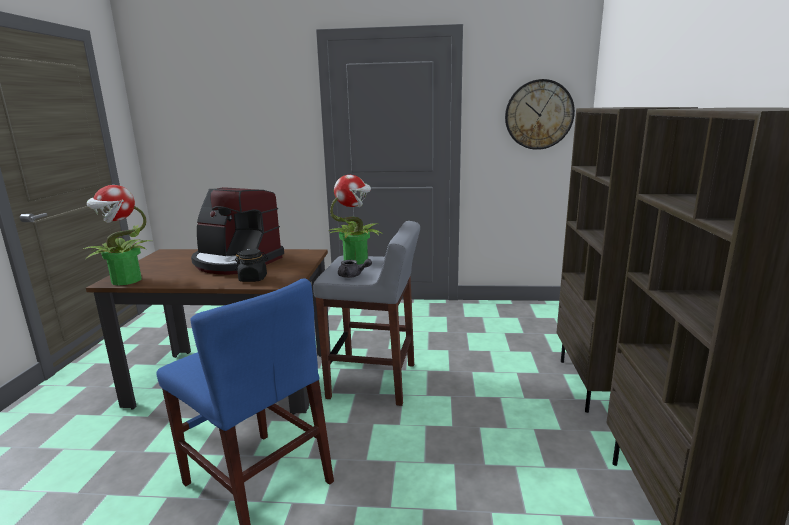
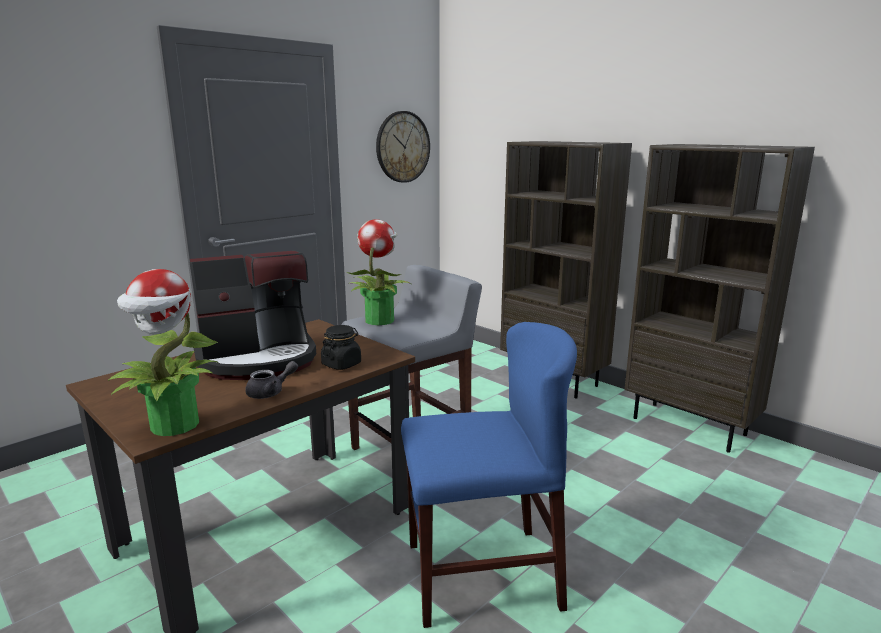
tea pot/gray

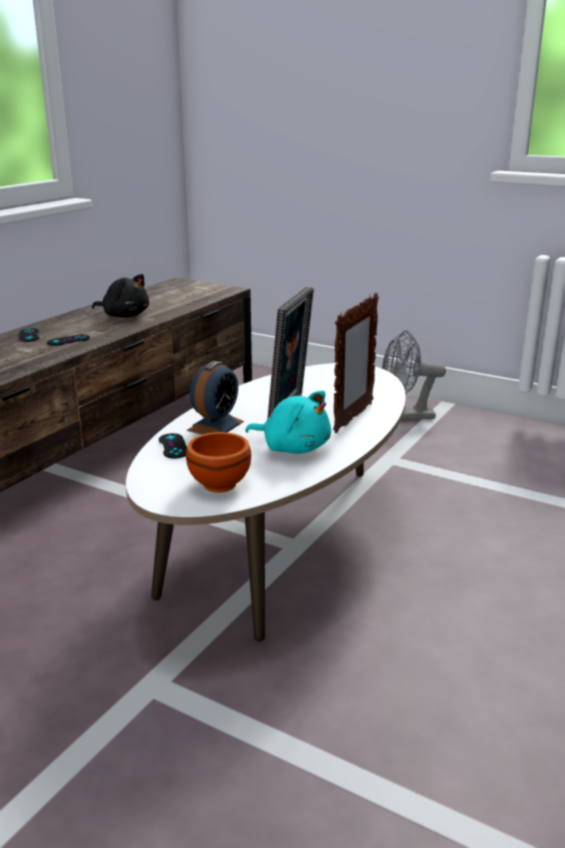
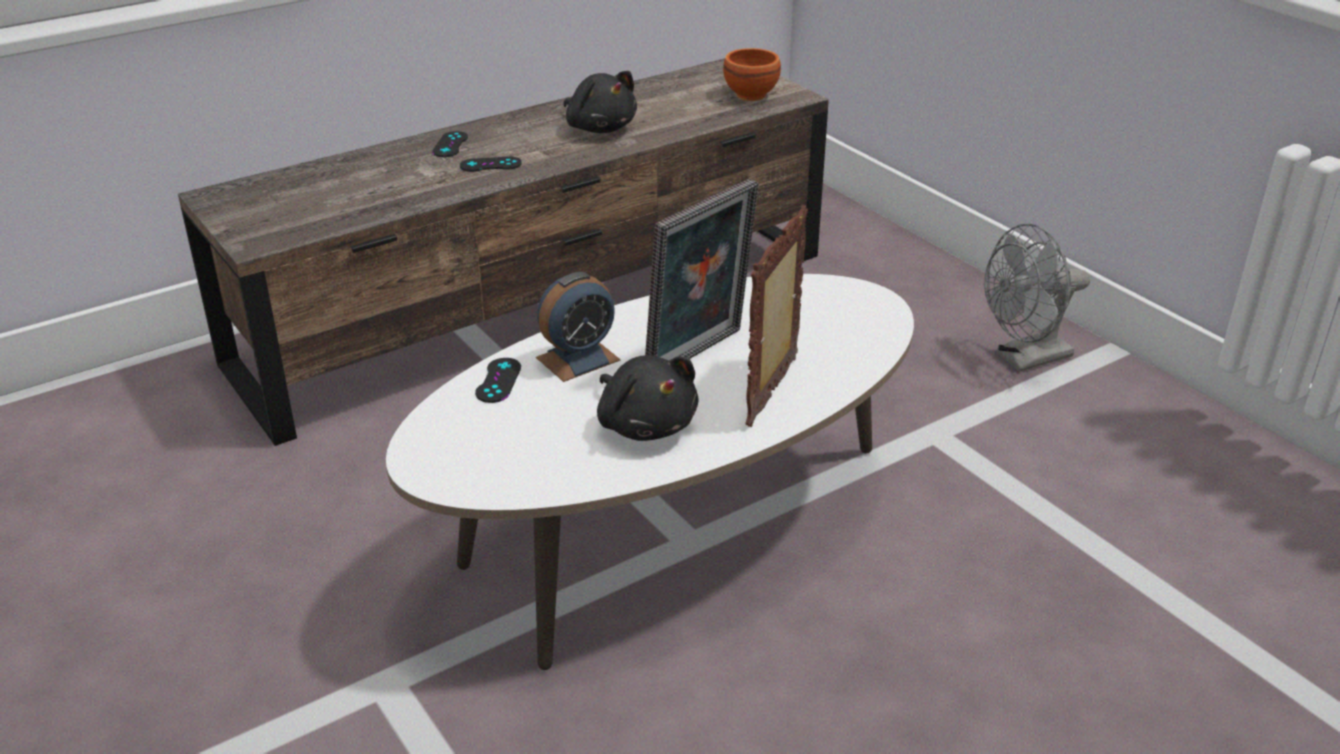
photo frame (no. 2 from left)
fan/gray
plush toy/black-coloured (no. 2 from left)
deep dish/brown-coloured

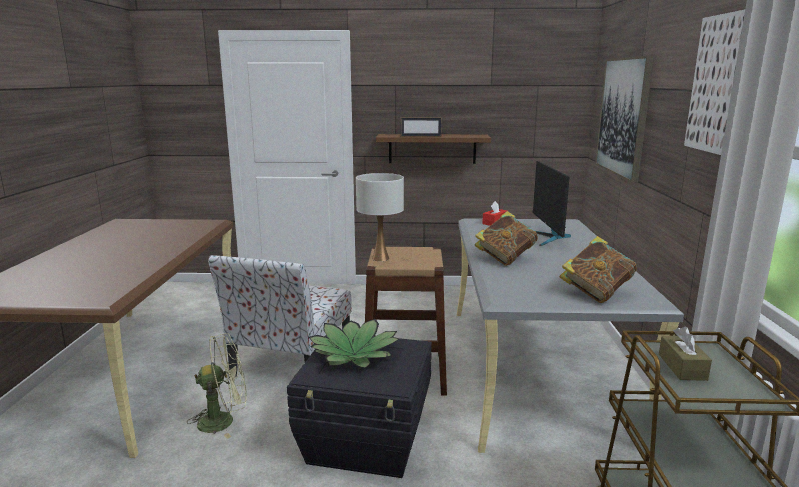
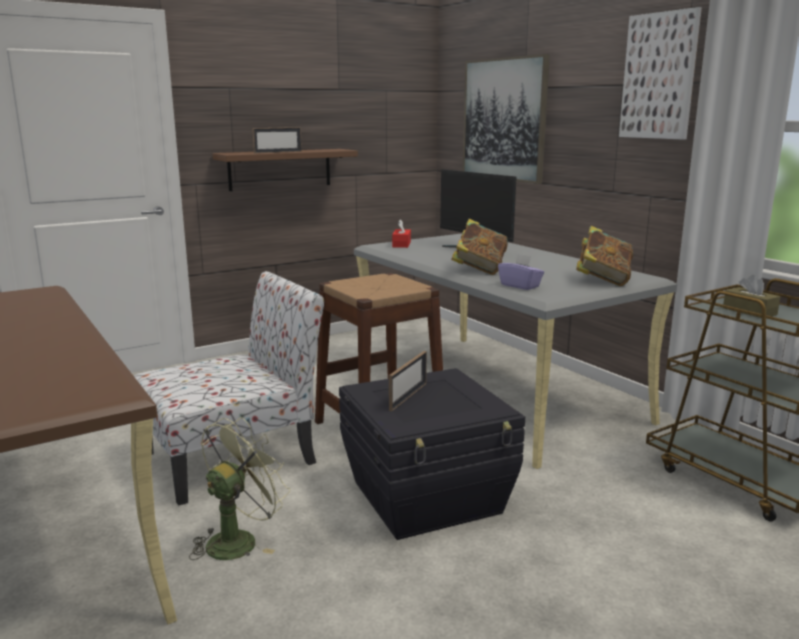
lamp for a table/whitish
chair
photo frame (no. 2 from left)
tissue holder/purple-coloured

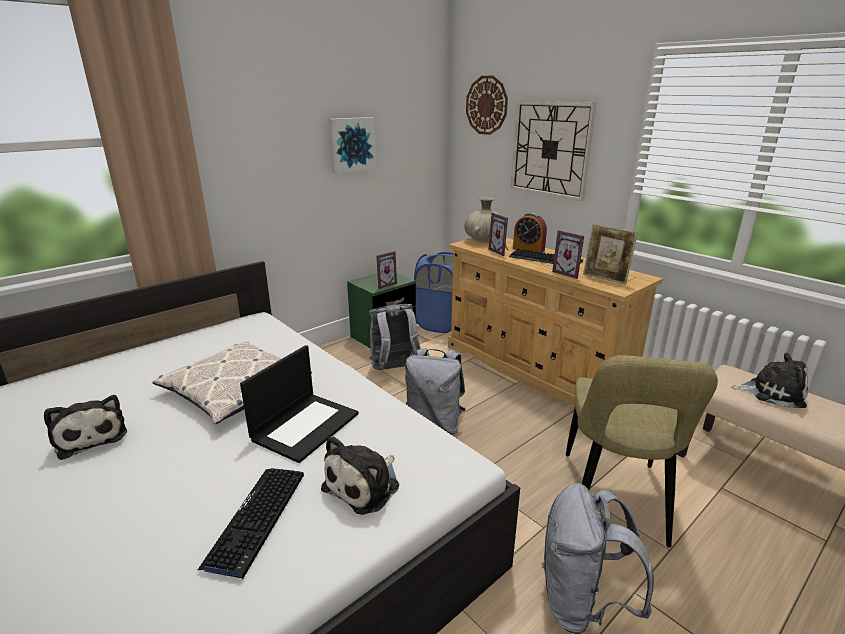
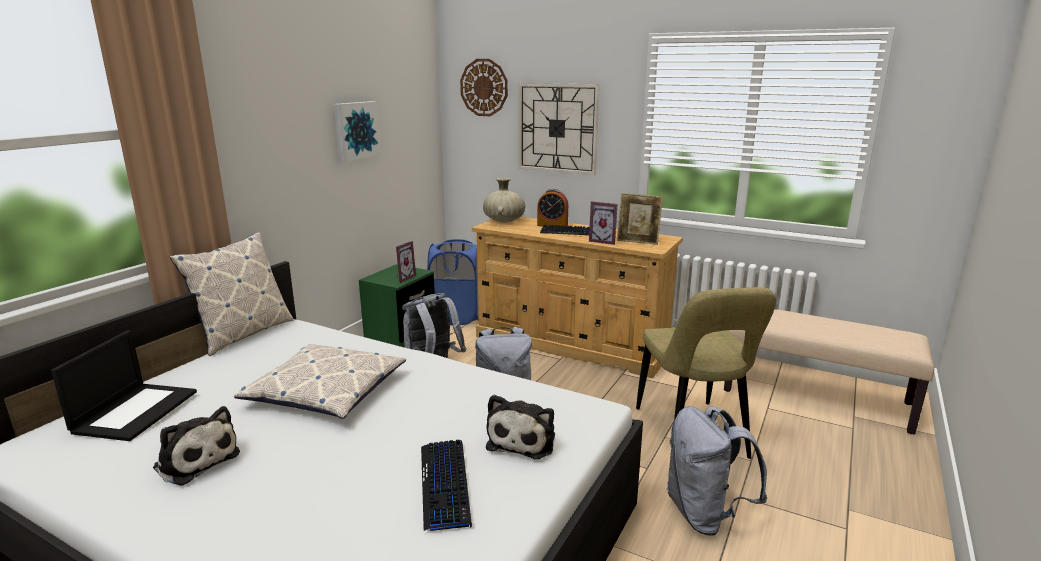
photo frame (no. 2 from left in the first image)
laptop
plush toy (no. 3 from left in the first image)
throw pillow (no. 1 from left)

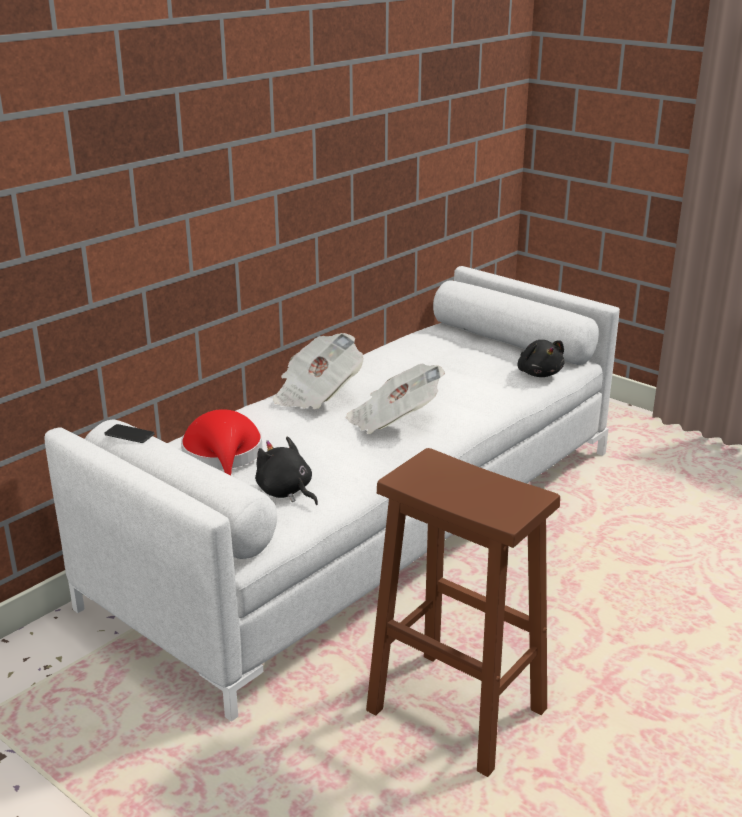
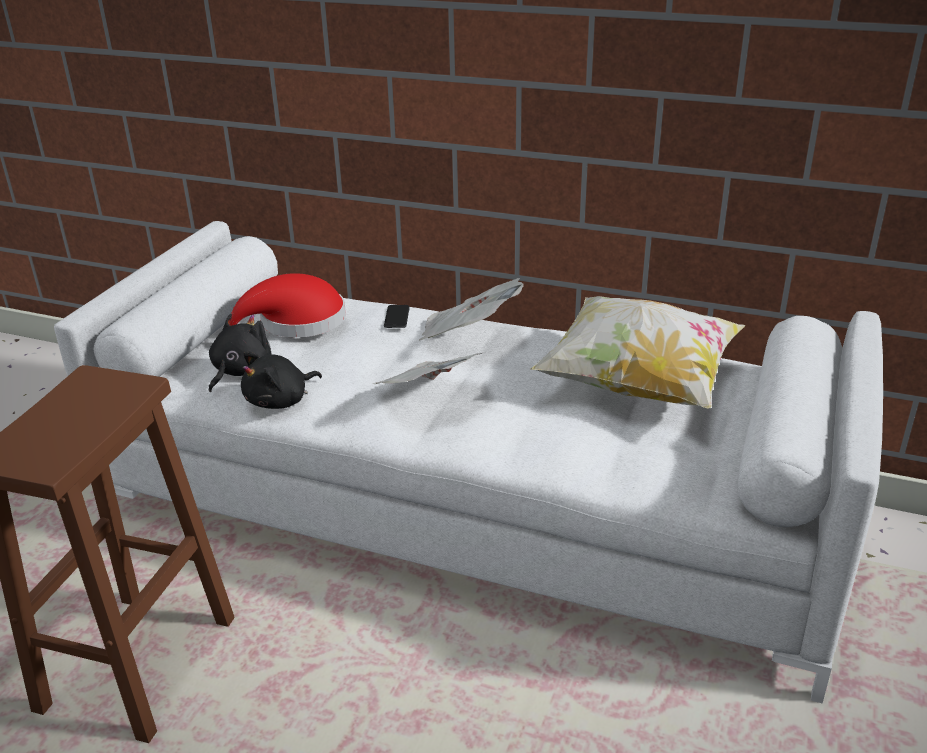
plush toy/black-coloured (no. 2 from left)
phone
throw pillow

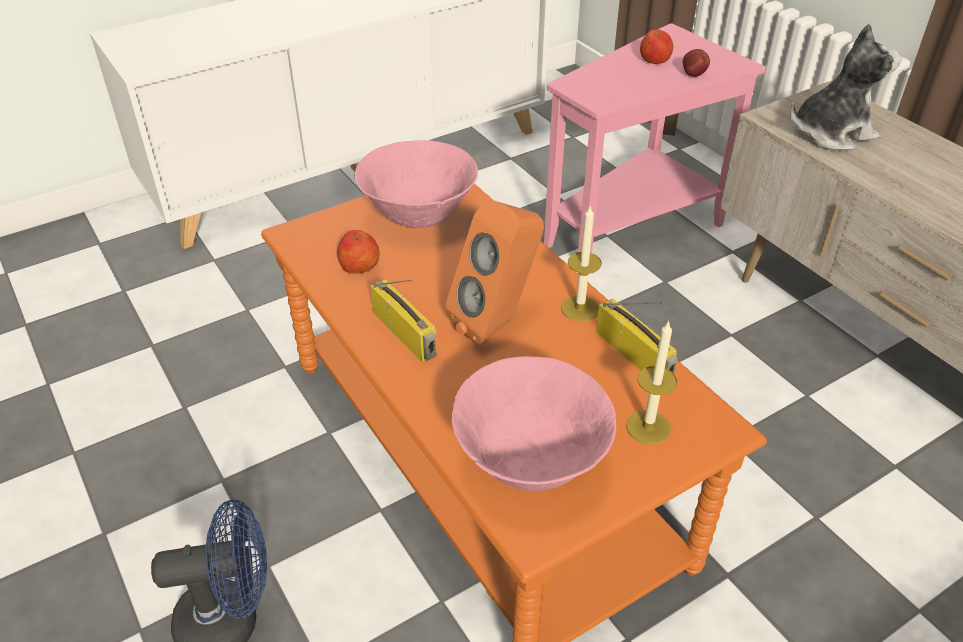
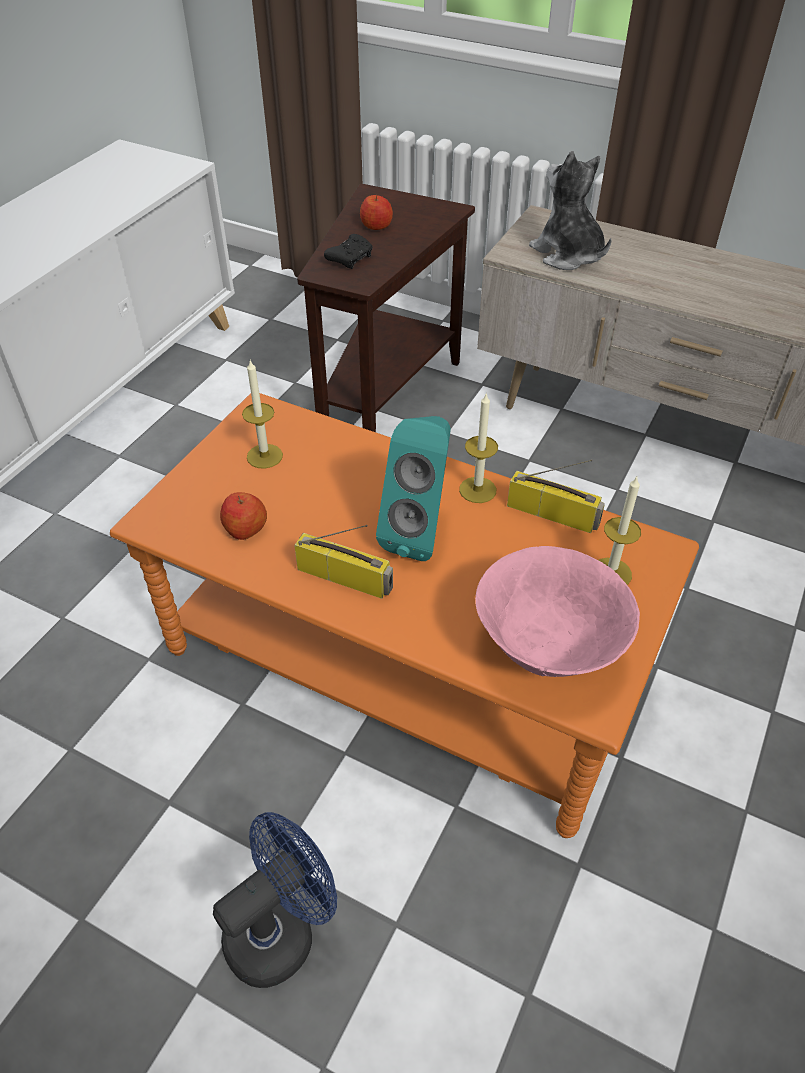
end table/brown-coloured
plush toy
apple (no. 3 from left in the first image)
wax light (no. 1 from left)
loudspeaker/blue-green
game controller/black-coloured

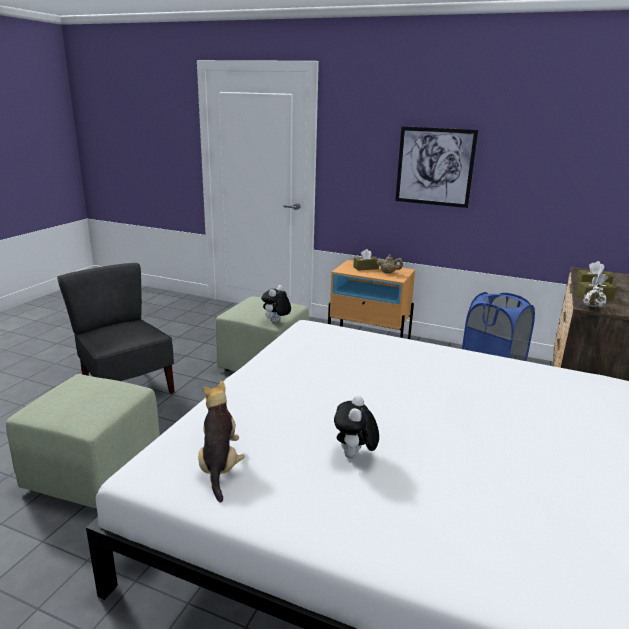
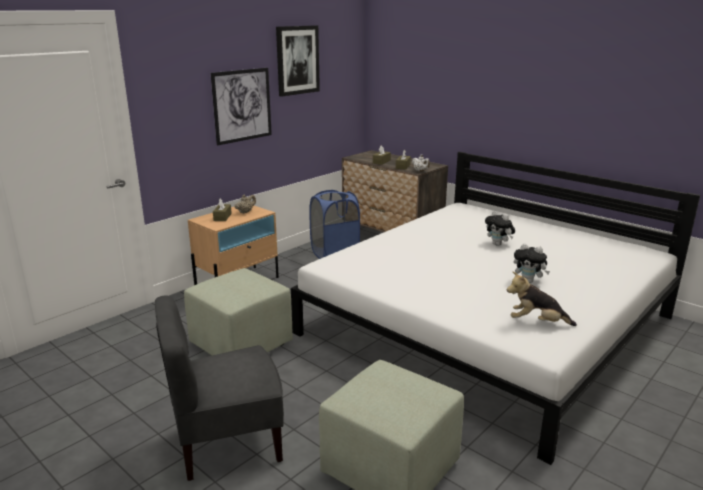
plush toy (no. 1 from left)
wall picture (no. 2 from left)

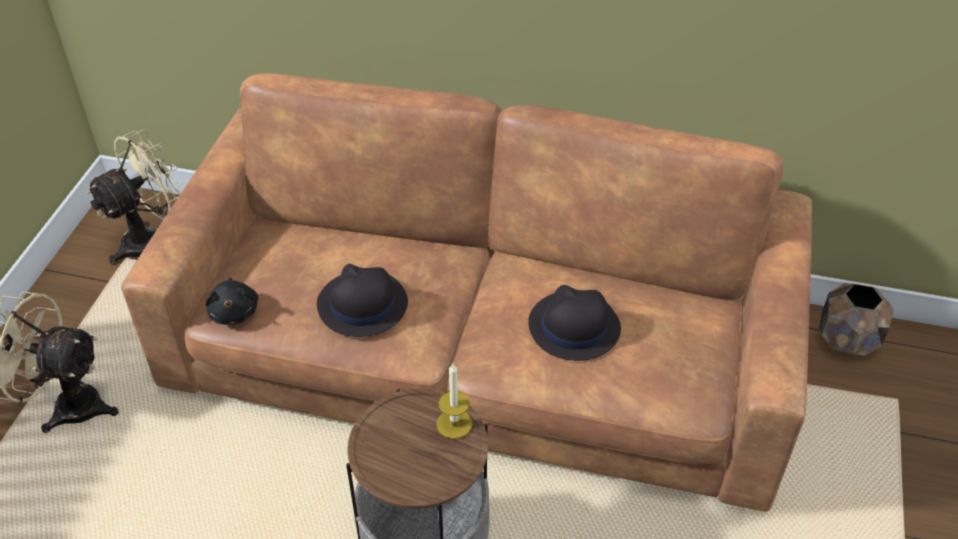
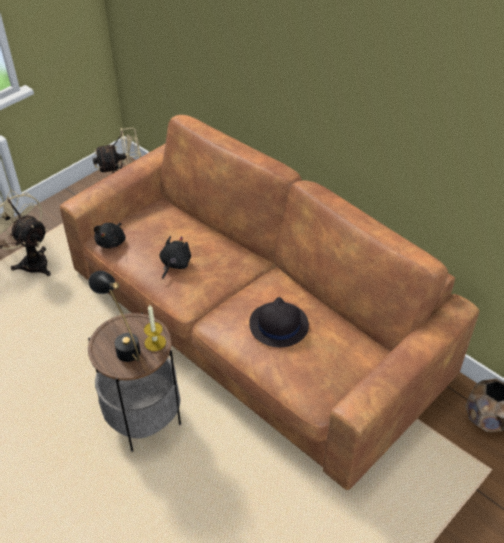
plush toy/black-coloured (no. 2 from left)
lamp for a table/black-coloured

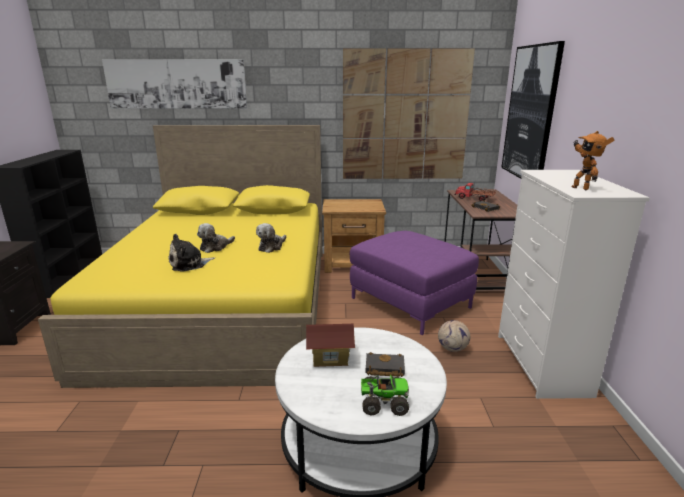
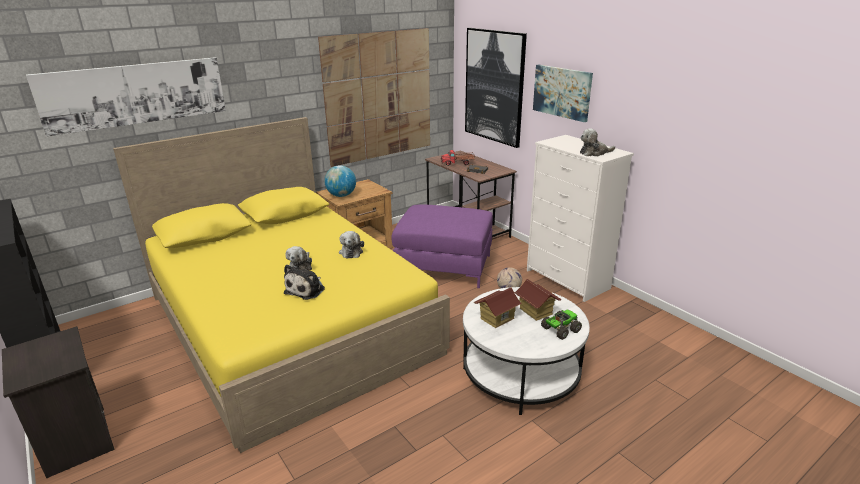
plush toy (no. 4 from left)
toy house (no. 2 from left)
wall picture (no. 4 from left)
world globe

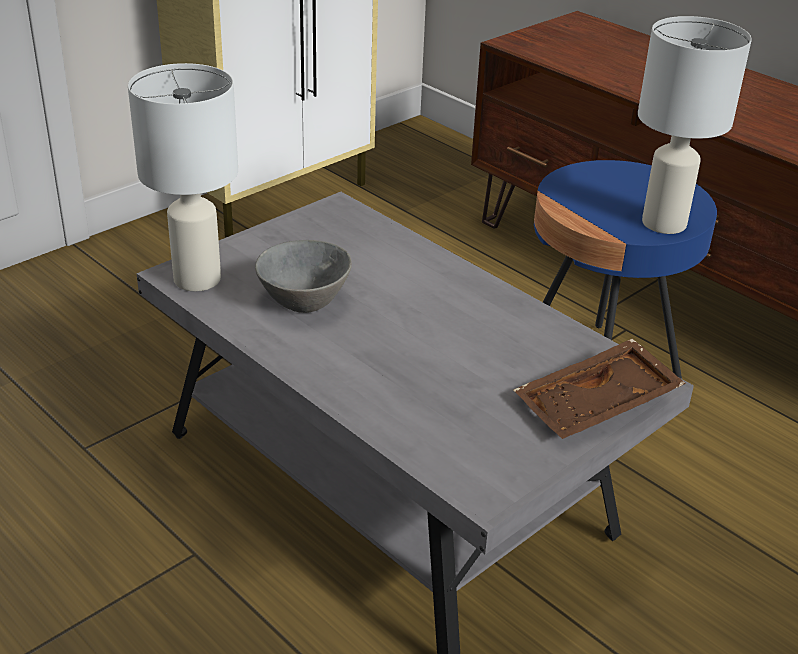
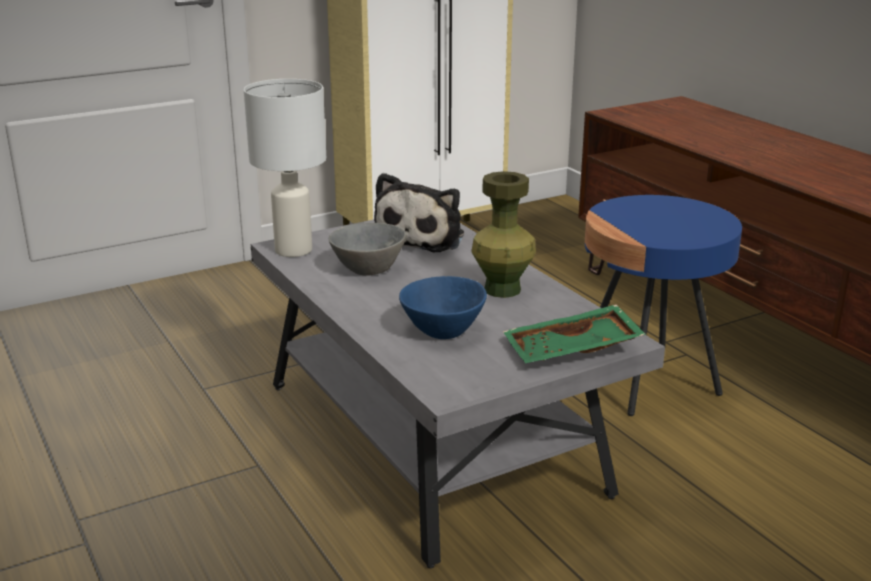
lamp for a table/whitish (no. 2 from left in the first image)
serving tray/green-coloured
flower vase/green-coloured
plush toy
deep dish/blue

